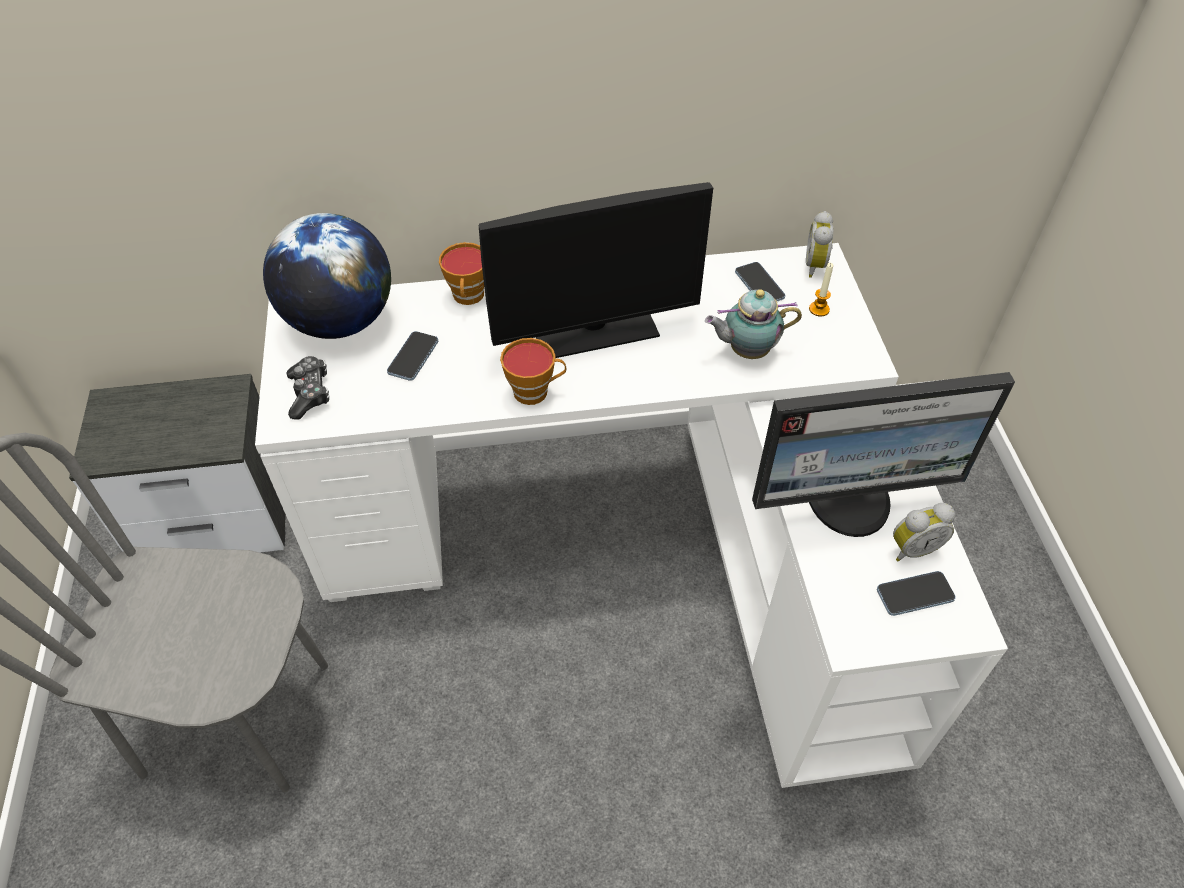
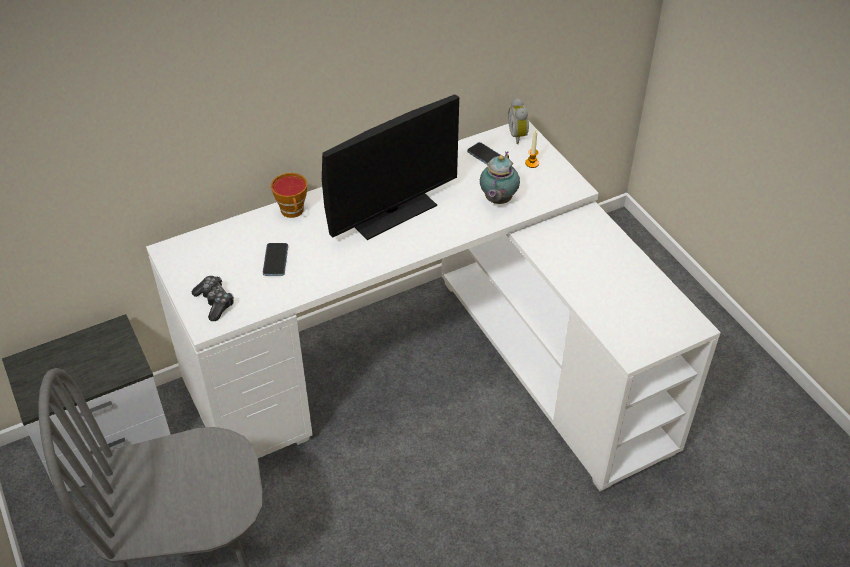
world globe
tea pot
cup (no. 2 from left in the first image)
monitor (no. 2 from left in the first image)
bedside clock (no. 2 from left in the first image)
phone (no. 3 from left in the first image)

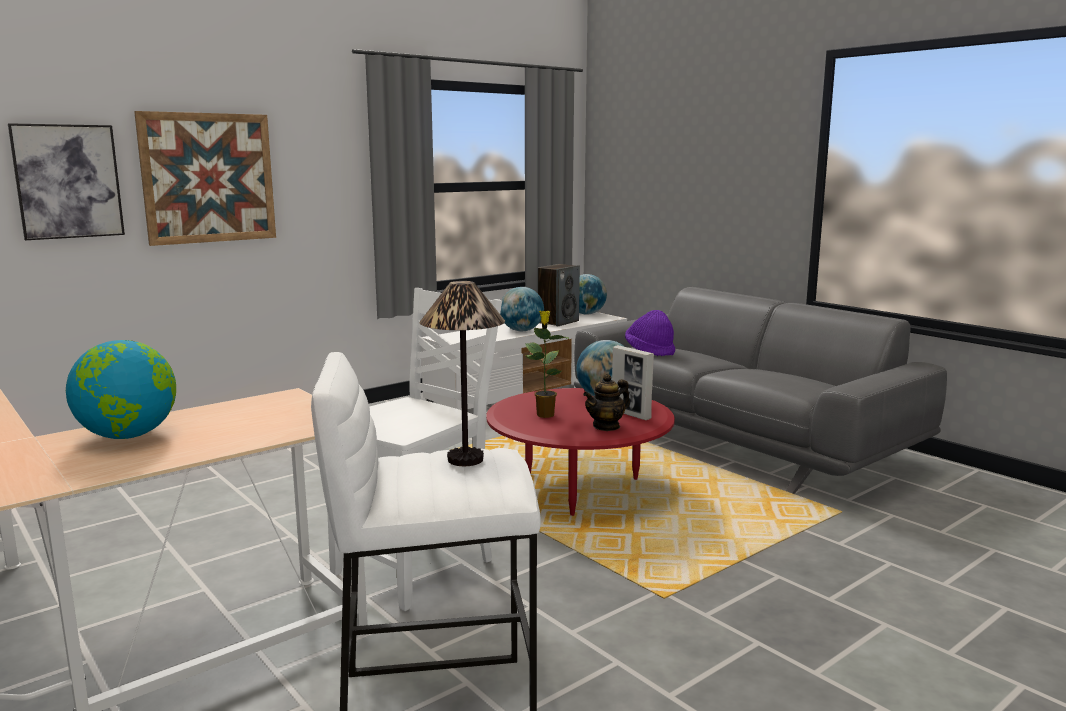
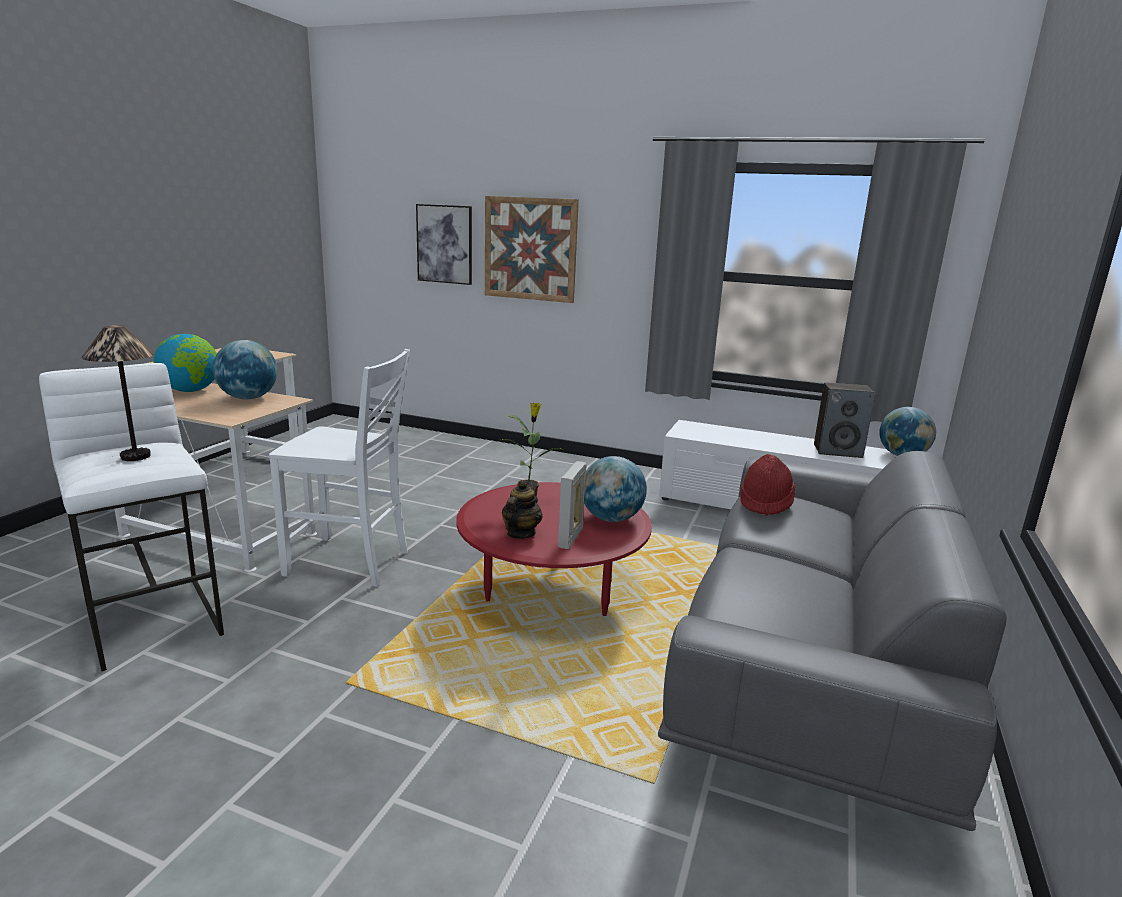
world globe (no. 2 from left)
wearable hat/reddish
tea pot

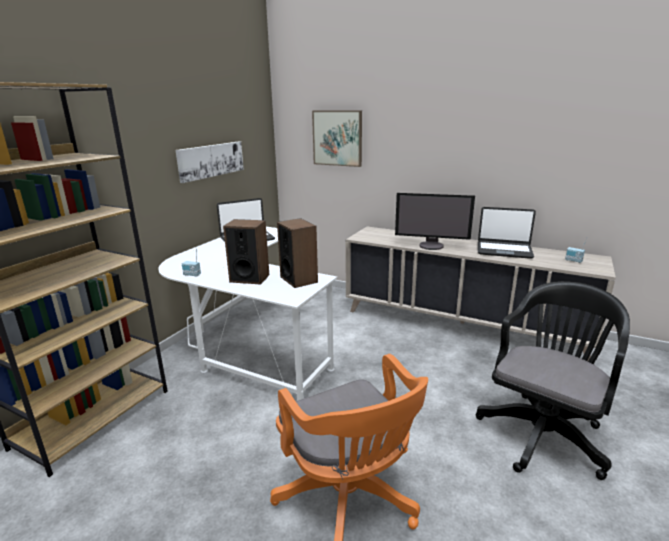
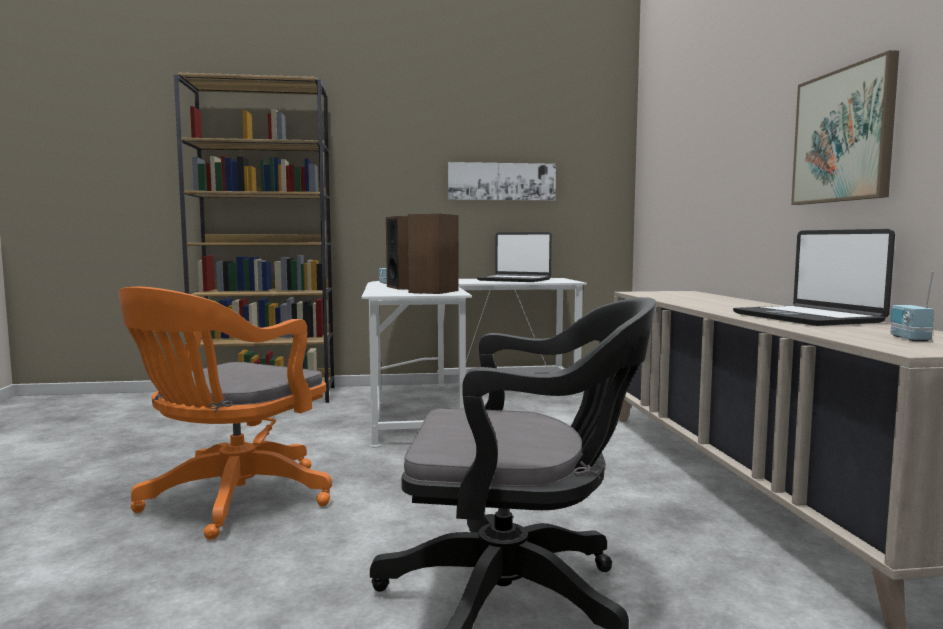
wall picture (no. 2 from left)
monitor

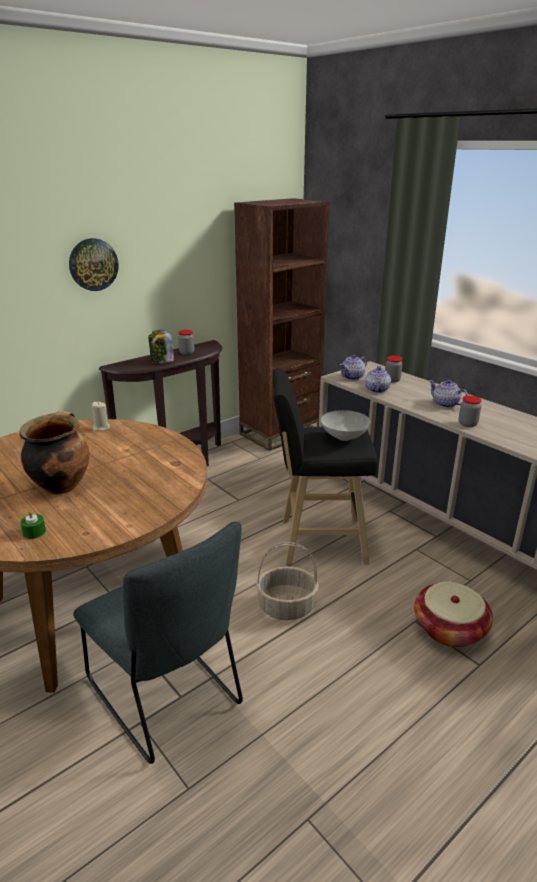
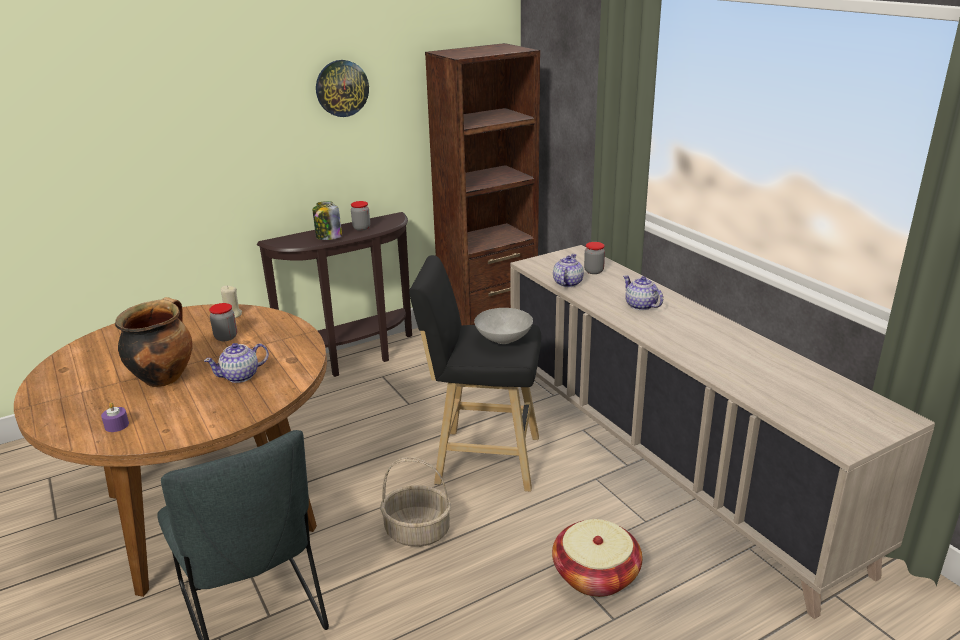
hanging clock
tea pot (no. 1 from left)
jar (no. 1 from left)
wax light/purple-coloured

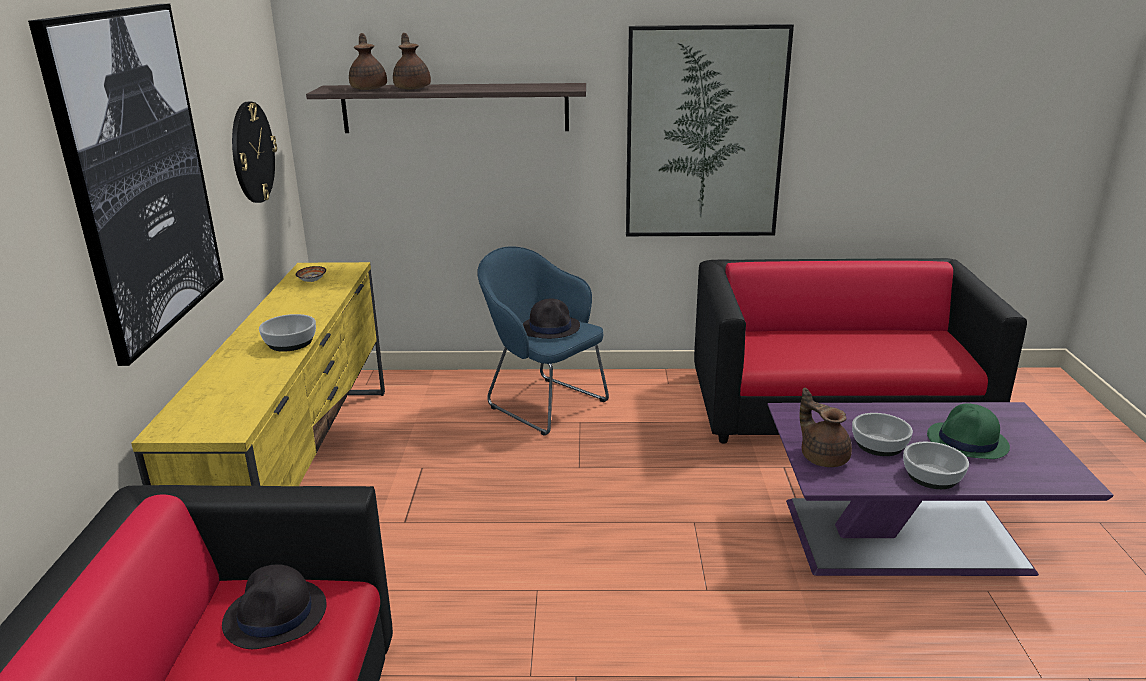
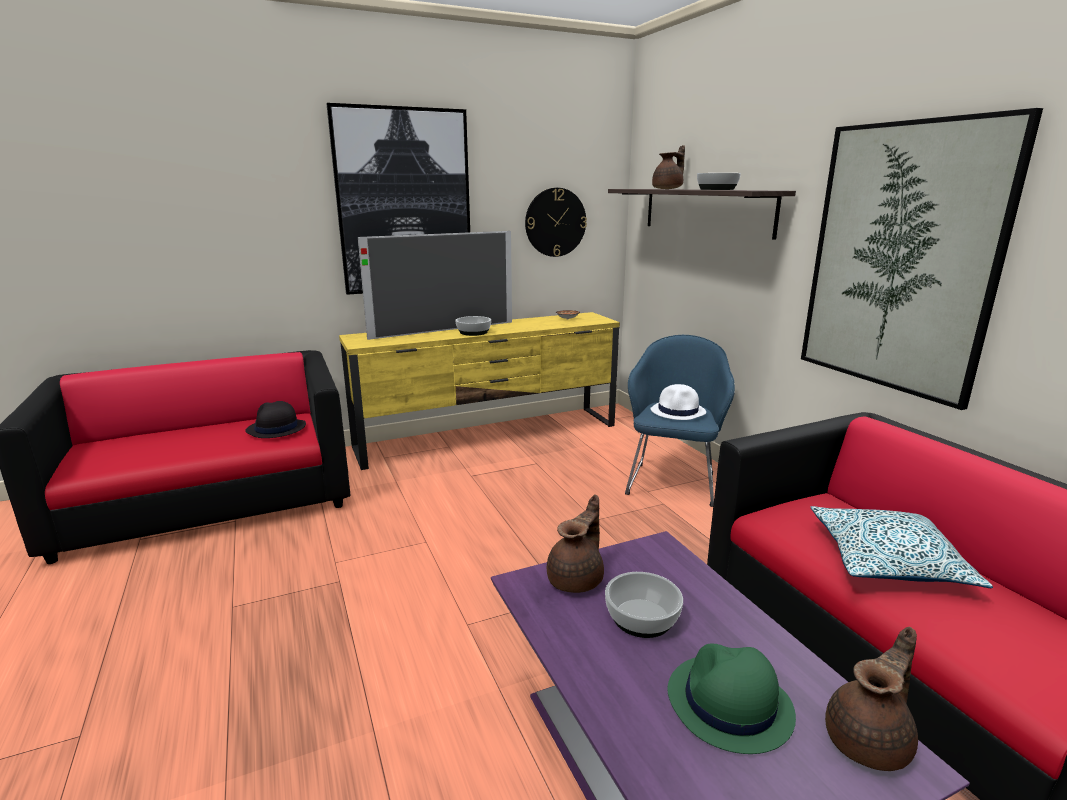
tea pot/brown-coloured (no. 3 from left)
wearable hat/whitish
deep dish (no. 4 from left)
TV
throw pillow

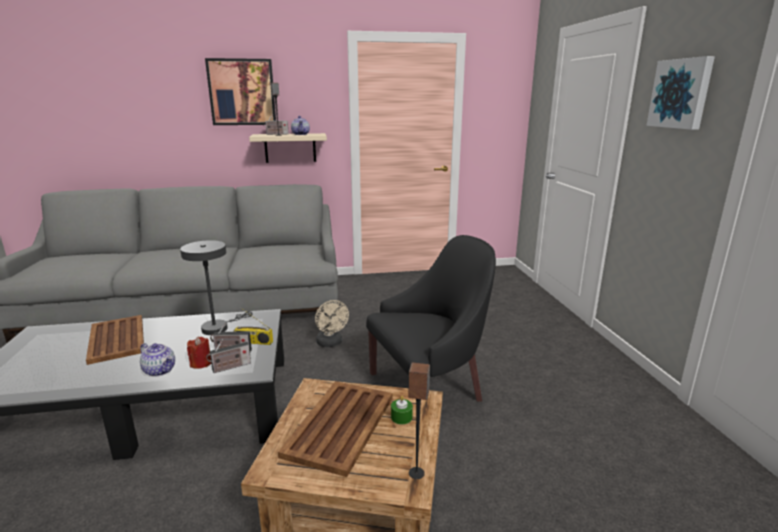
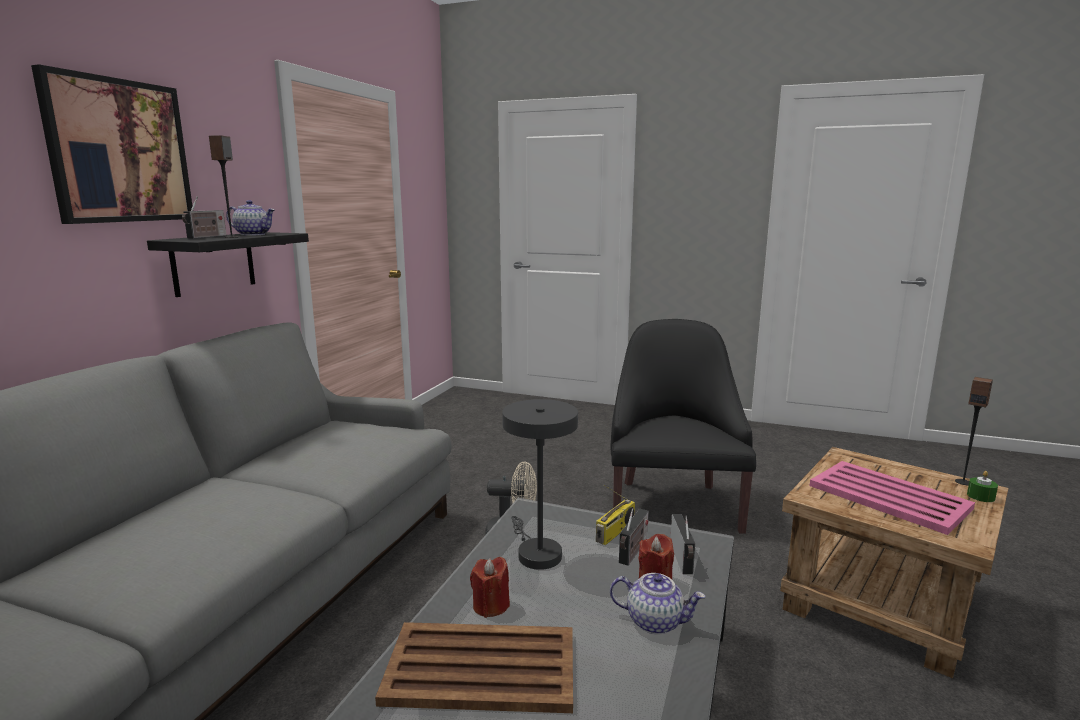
wall picture (no. 2 from left in the first image)
shelf/black-coloured
tea pot (no. 2 from left)
serving tray/pinkish
wax light/green-coloured
wax light/reddish (no. 1 from left)

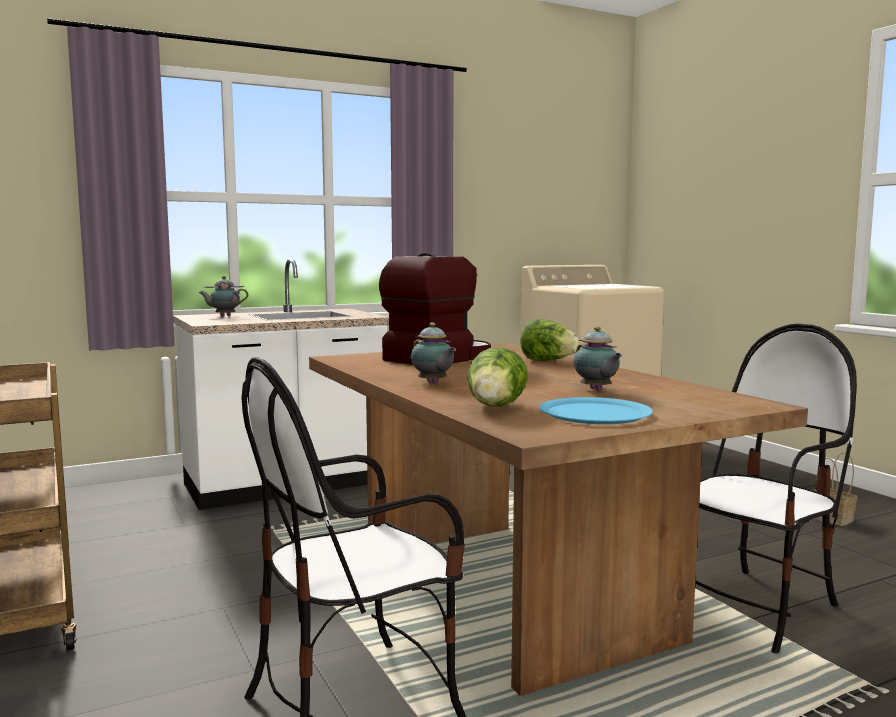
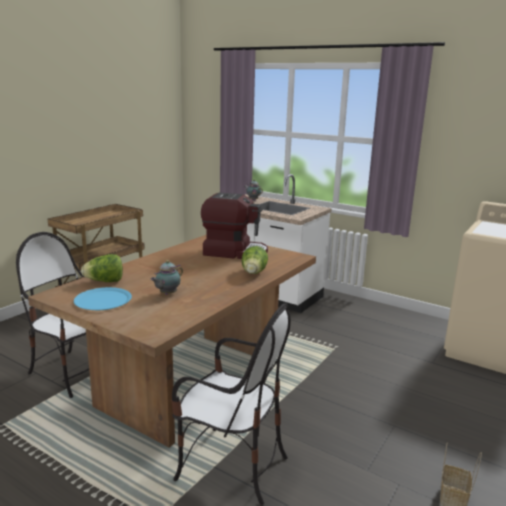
tea pot (no. 2 from left in the first image)

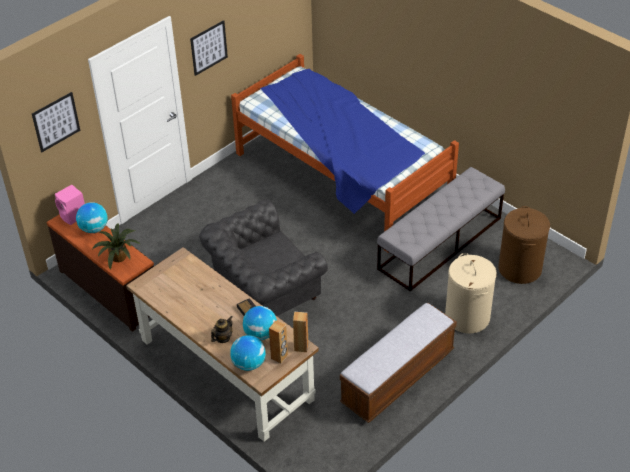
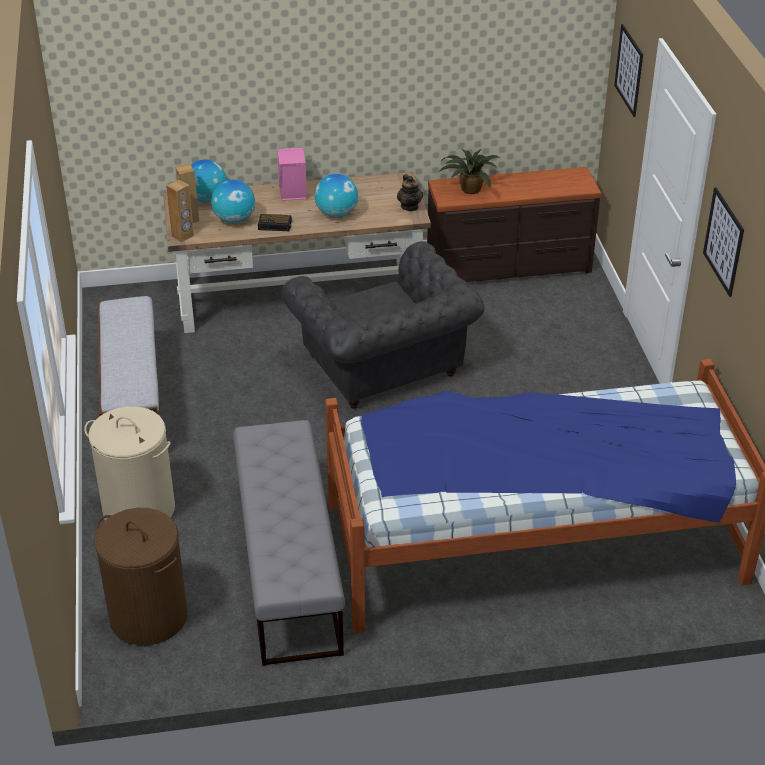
loudspeaker/pinkish
easy chair/gray
world globe (no. 3 from left)
tea pot

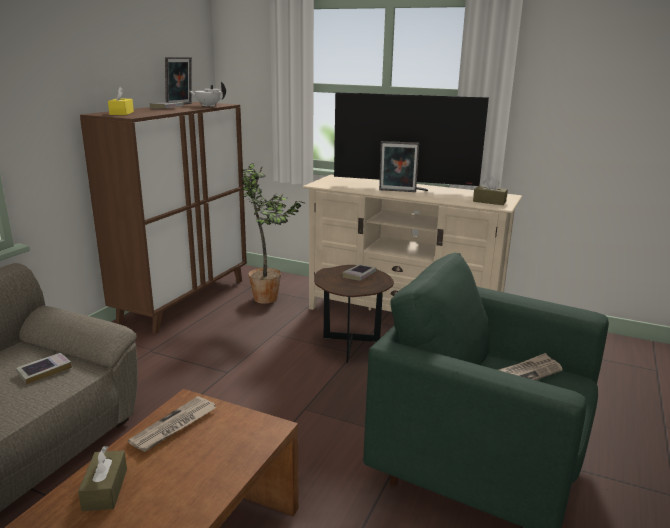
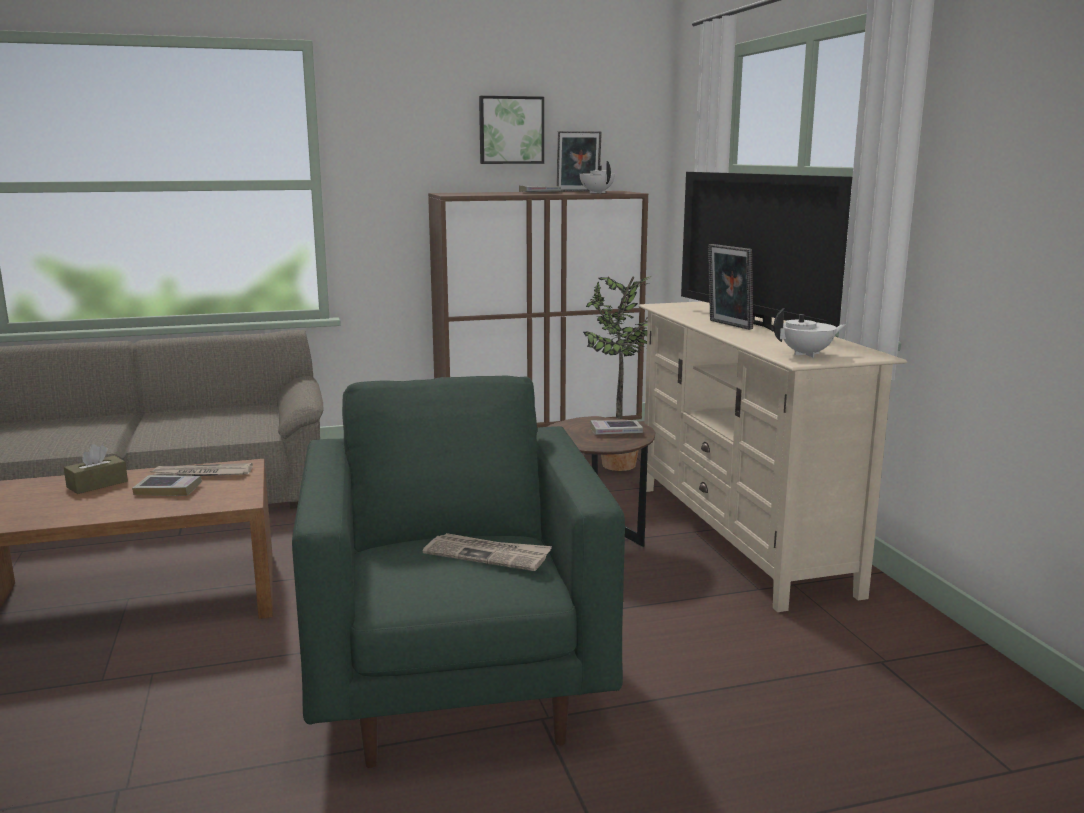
tissue holder/yellow
tea pot/whitish (no. 2 from left)
bound book (no. 1 from left)
wall picture

